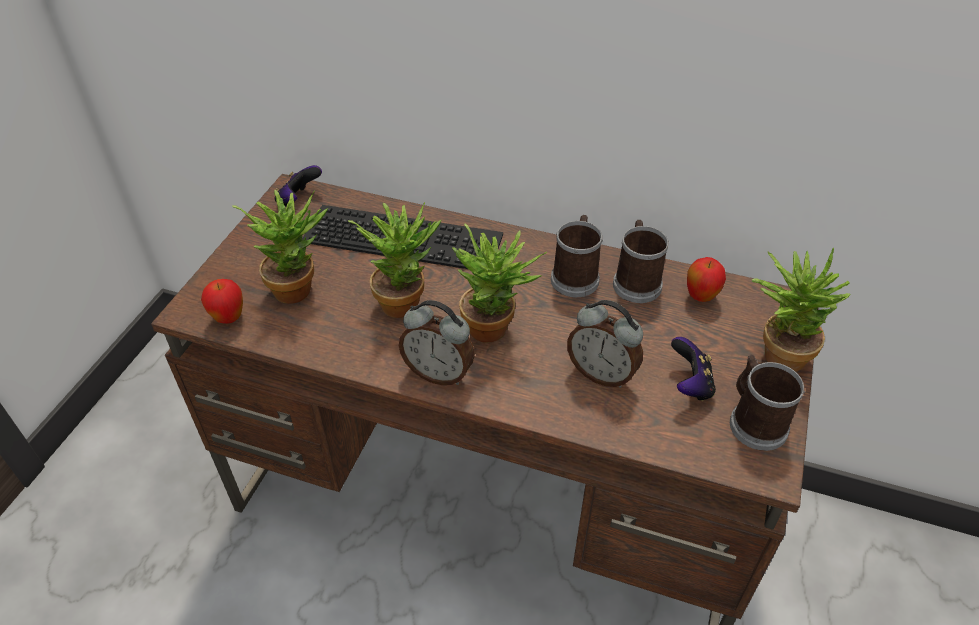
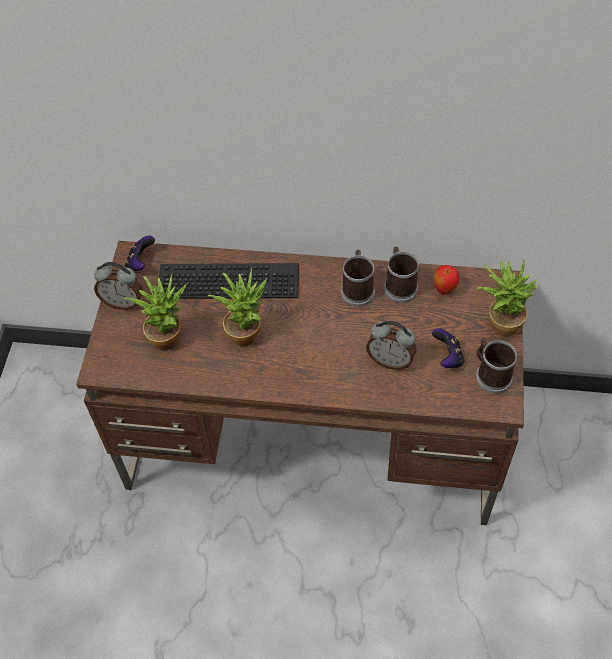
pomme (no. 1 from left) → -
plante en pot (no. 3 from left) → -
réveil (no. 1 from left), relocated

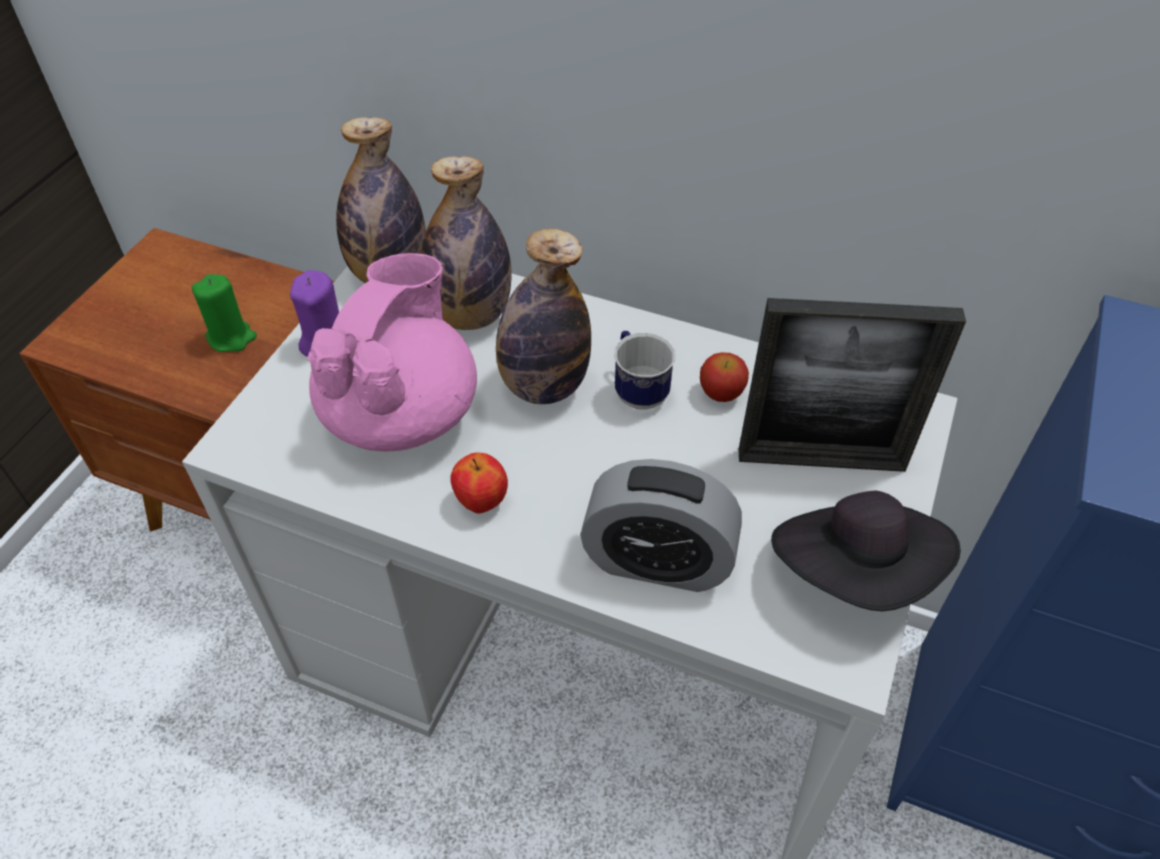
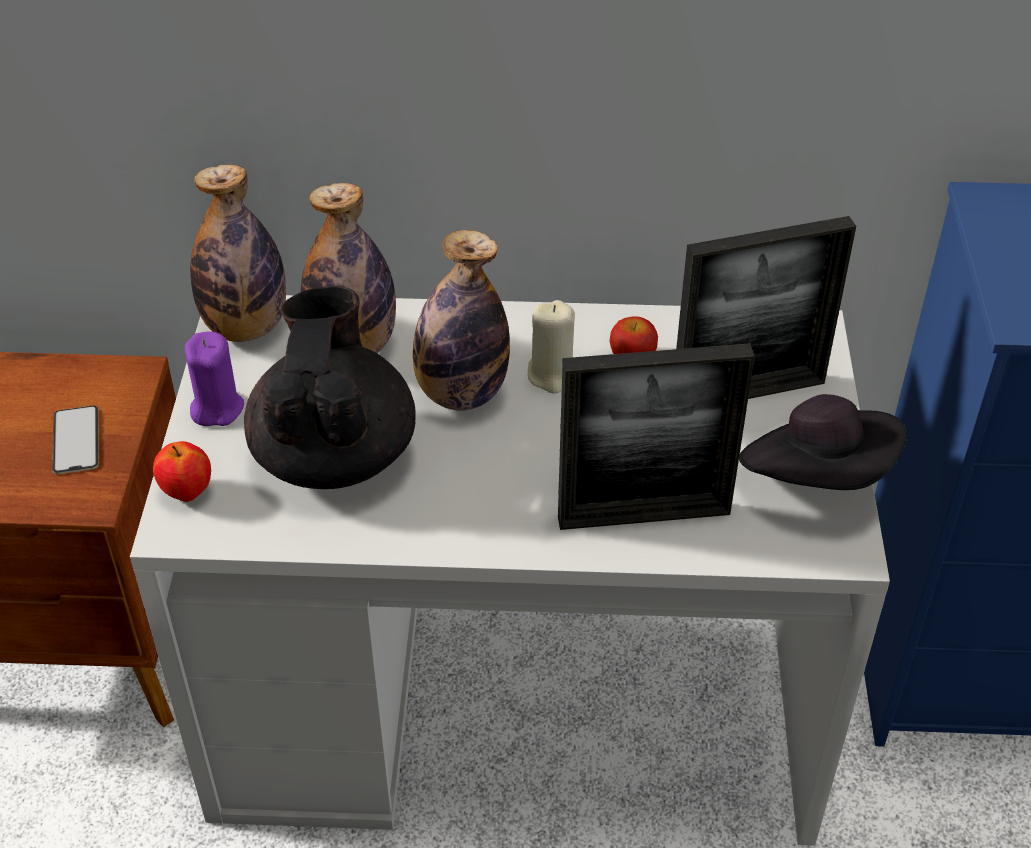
pomme (no. 1 from left), relocated
bougie/vert → téléphone
réveil → cadre photo (no. 1 from left)
mug → bougie/beige
théière/rose → théière/noir

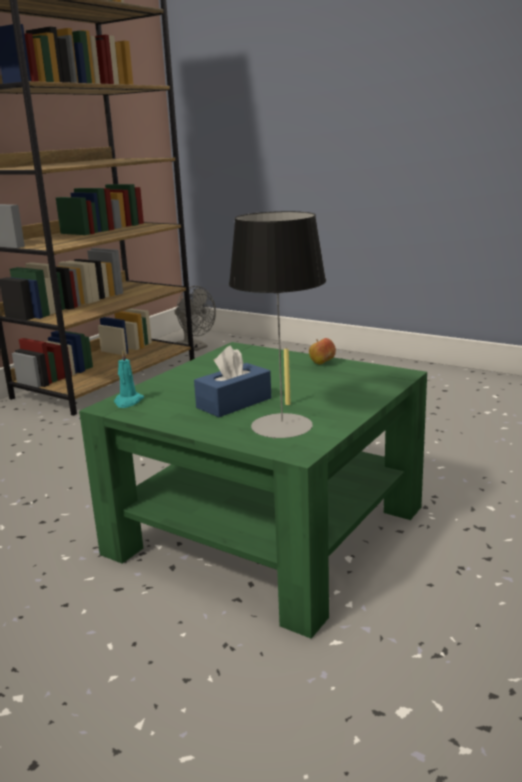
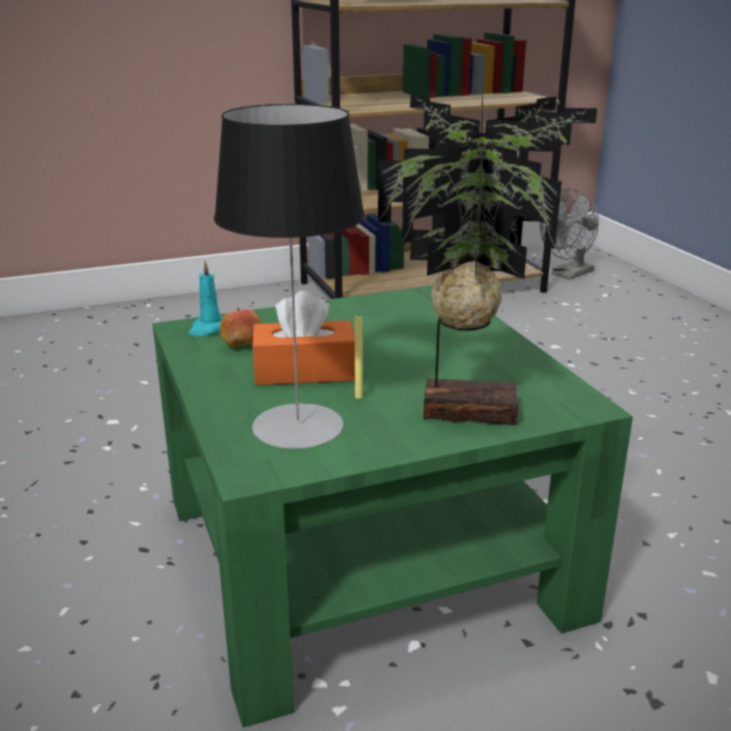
- → plante en pot
pomme, relocated
boîte à mouchoirs/bleu → boîte à mouchoirs/orange
ventilateur/gris, 60 degrees clockwise

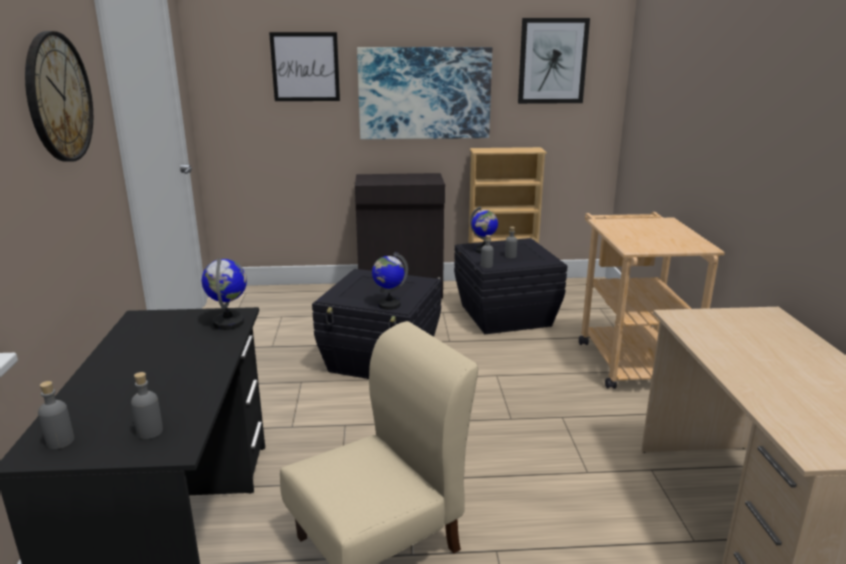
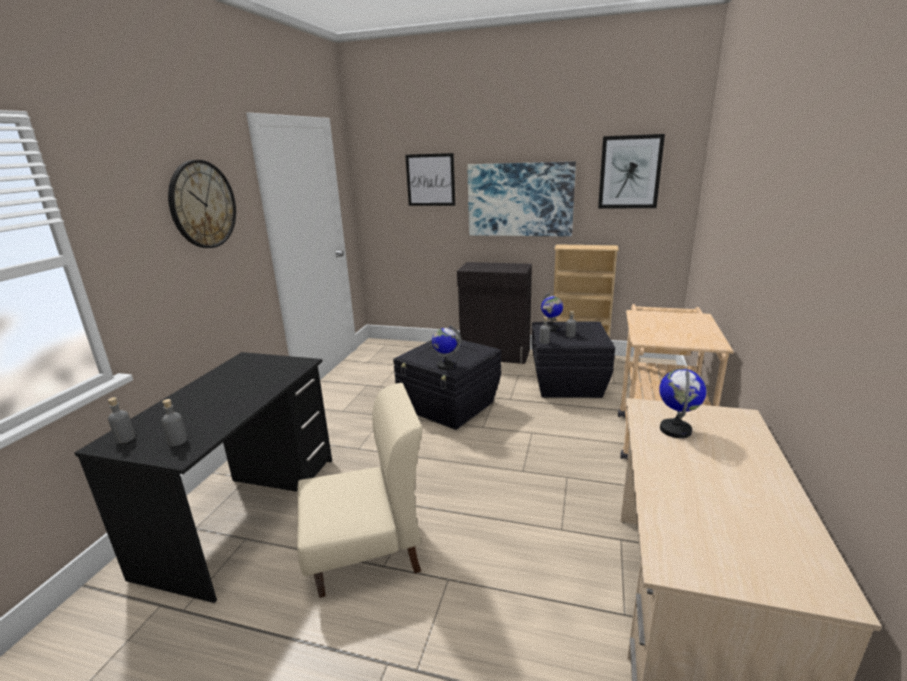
globe (no. 1 from left in the first image) → globe (no. 3 from left), relocated

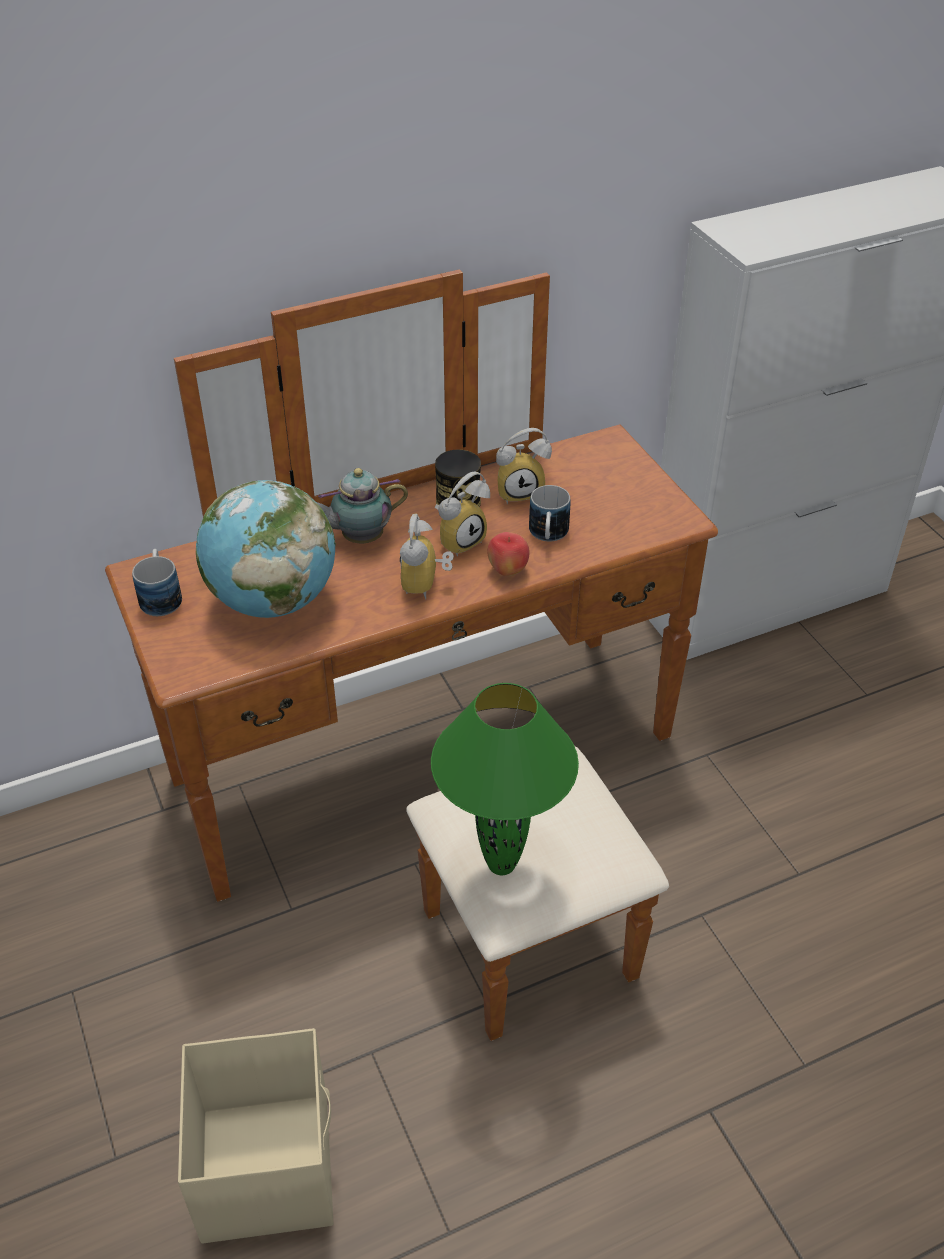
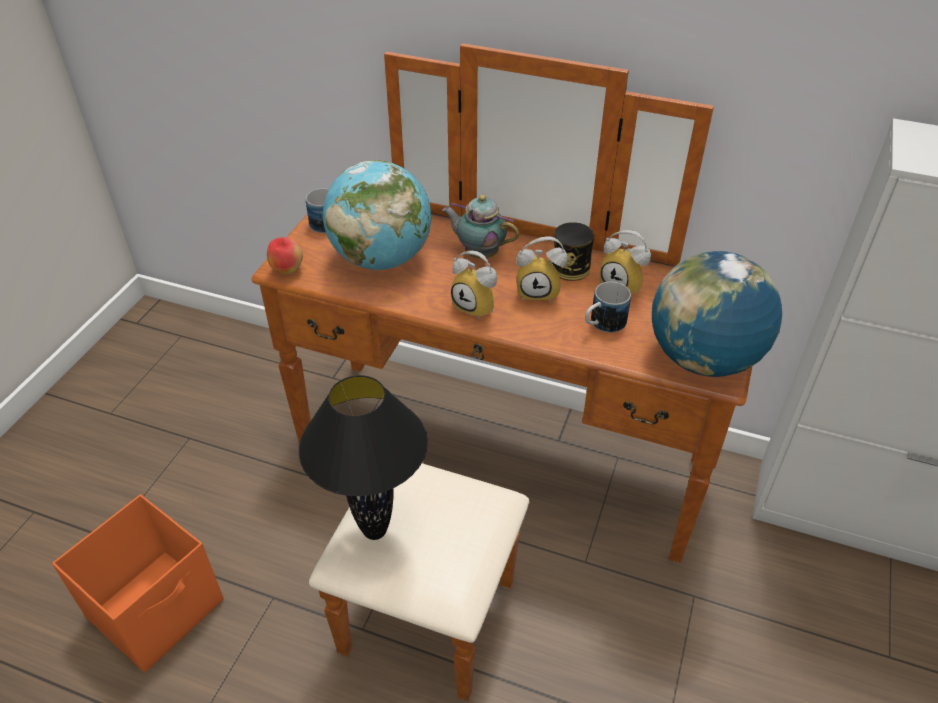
- → globe (no. 2 from left)
pomme, relocated
boîte de rangement/beige → boîte de rangement/orange
lampe de table/vert → lampe de table/noir
réveil (no. 1 from left), 105 degrees counterclockwise

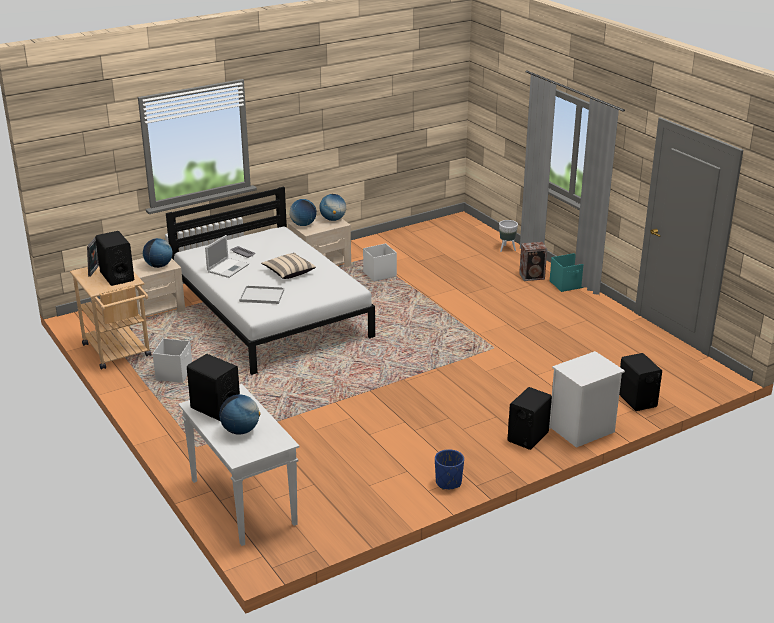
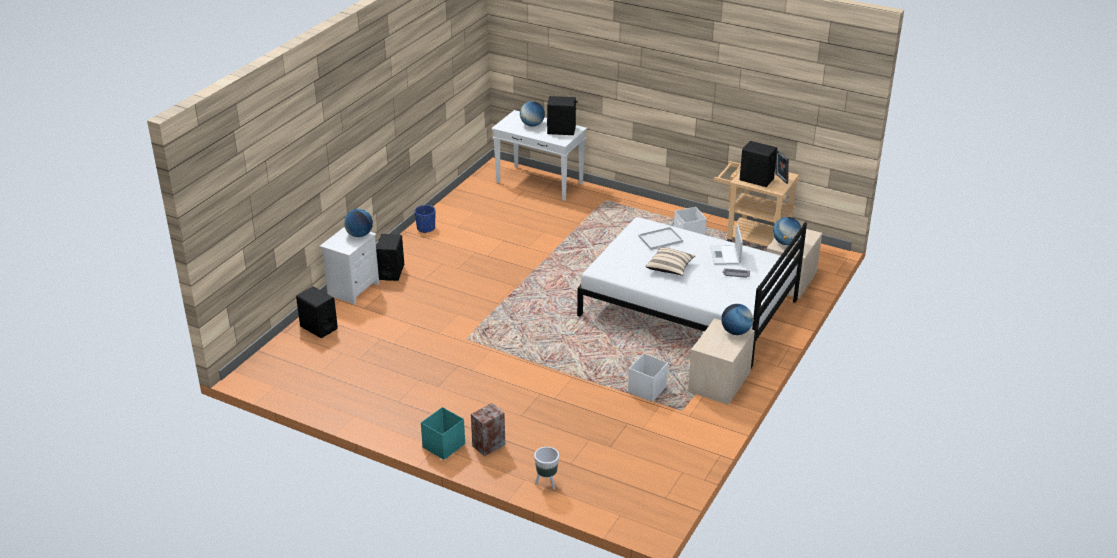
globe (no. 4 from left in the first image) → globe (no. 1 from left), relocated

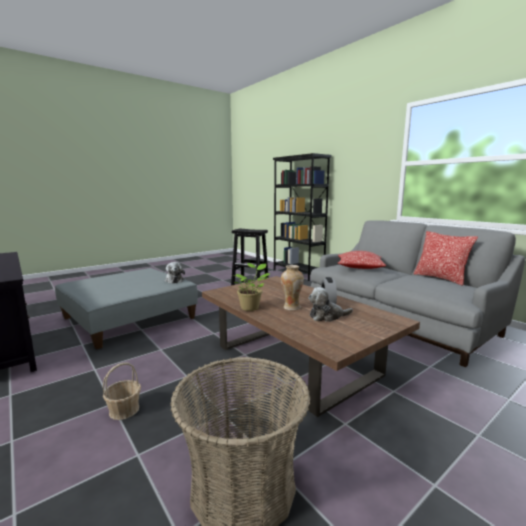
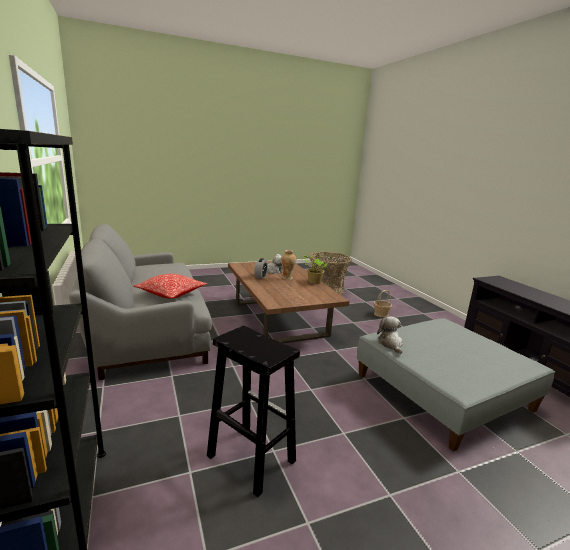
coussin (no. 2 from left) → -

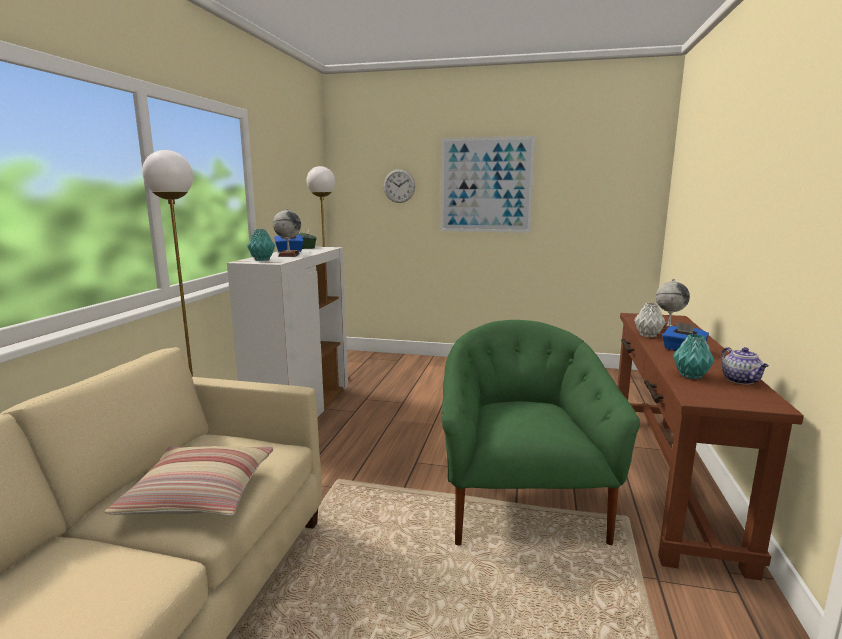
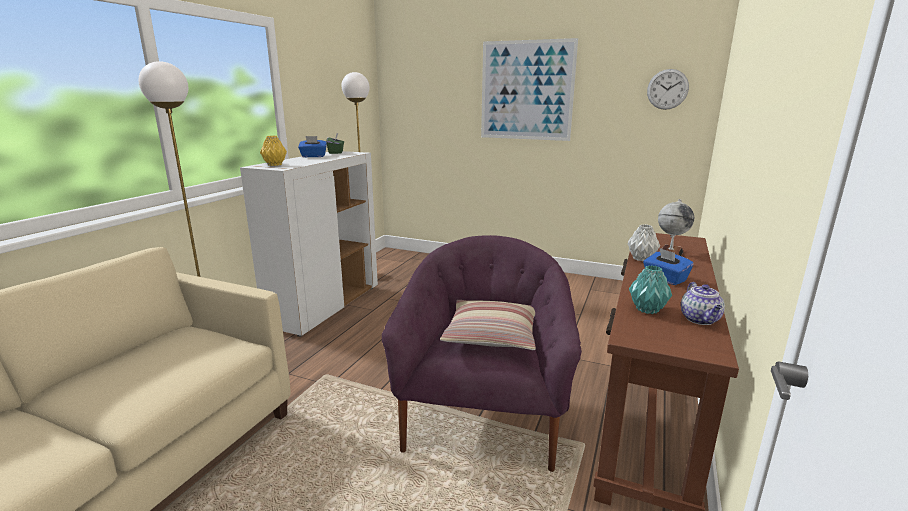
globe (no. 1 from left) → -
coussin, relocated
horloge murale, relocated
vase/turquoise (no. 1 from left) → vase/jaune
fauteuil/vert → fauteuil/violet

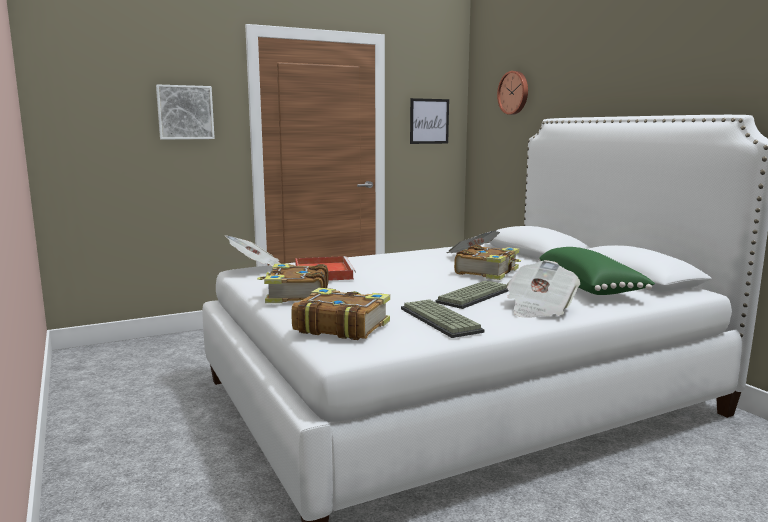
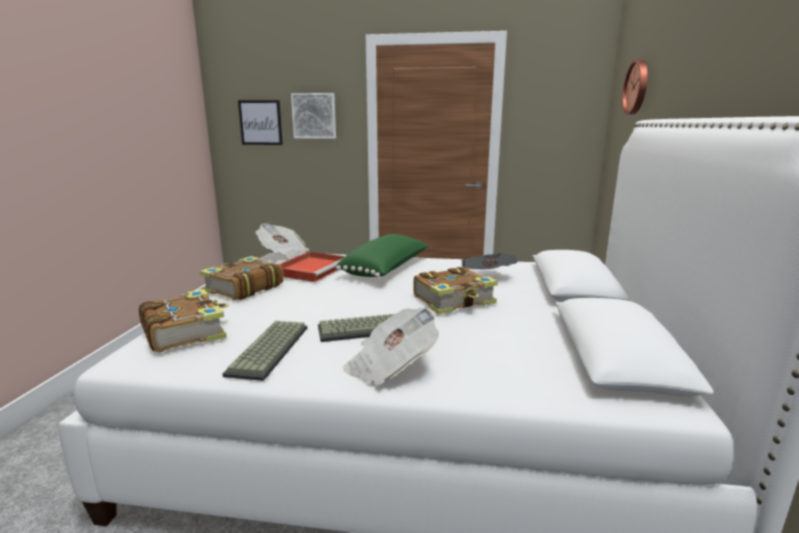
tableau (no. 2 from left in the first image) → tableau (no. 1 from left), relocated
coussin/vert, relocated

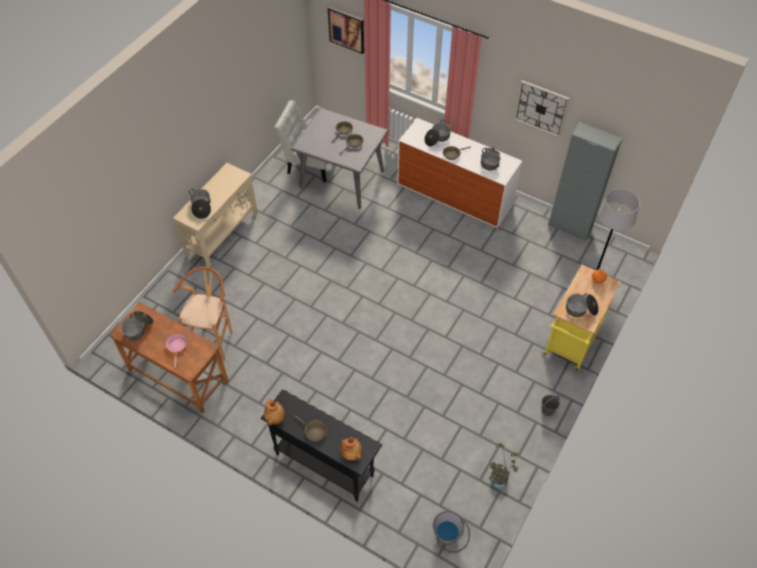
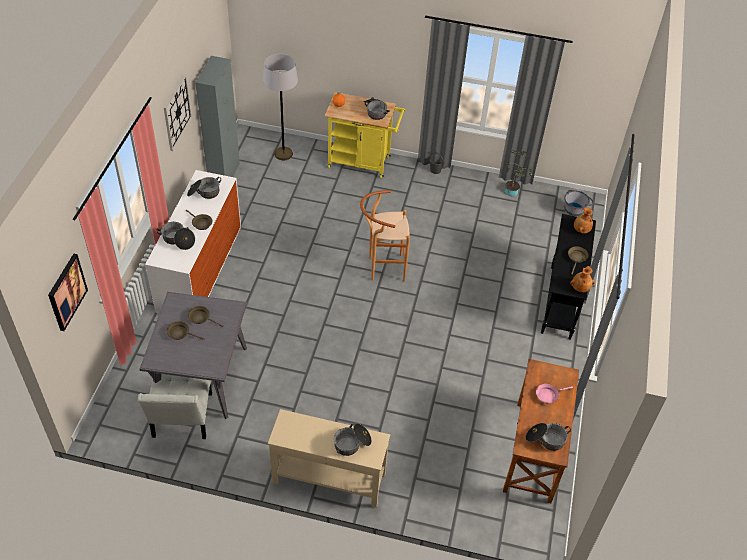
tabouret/marron, relocated

